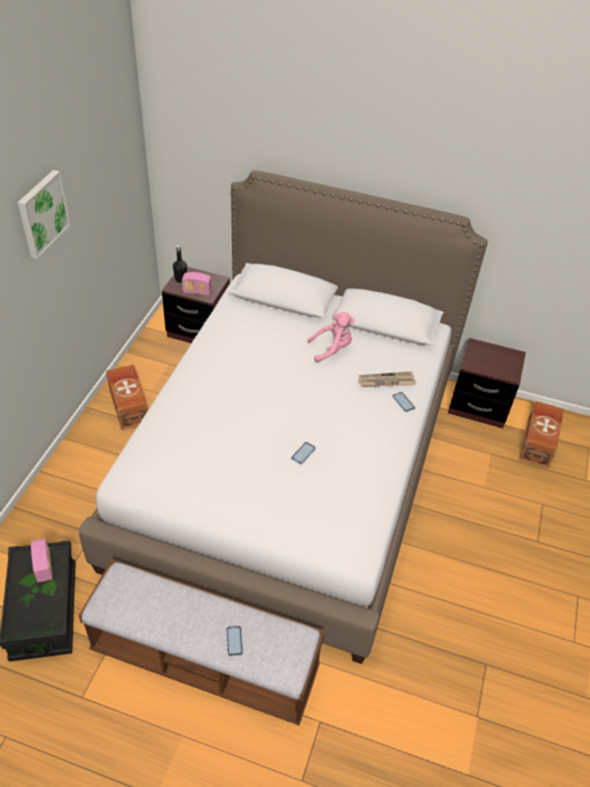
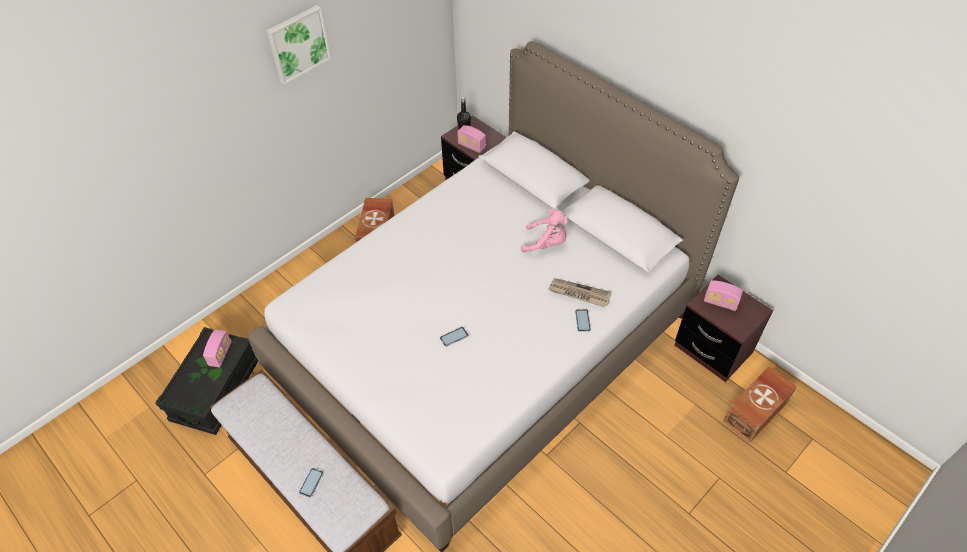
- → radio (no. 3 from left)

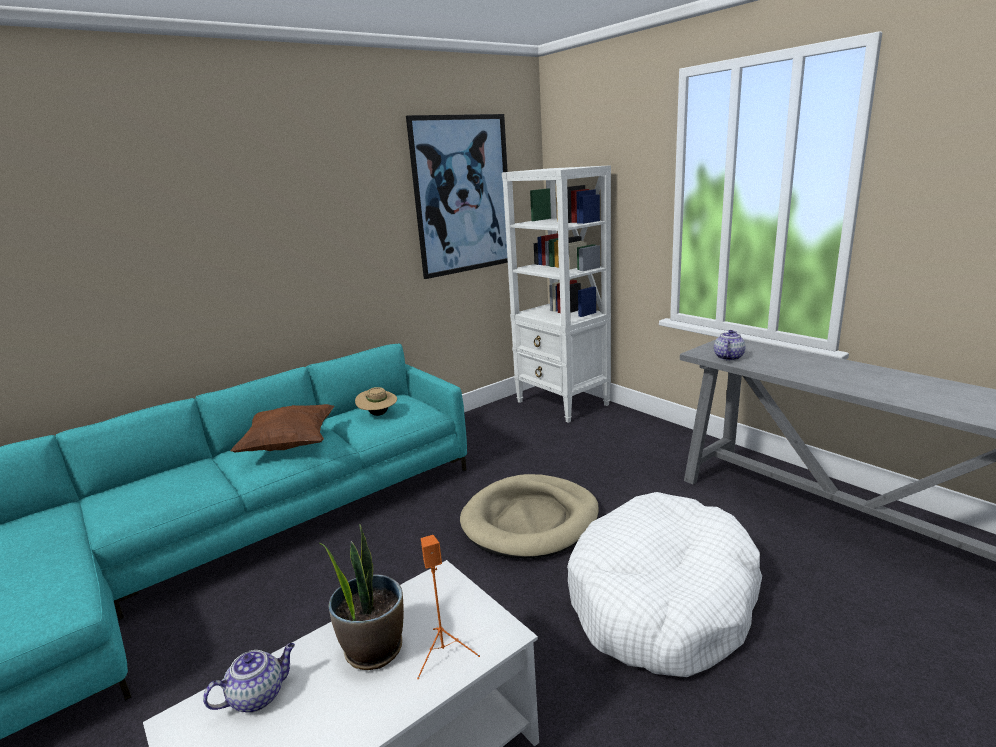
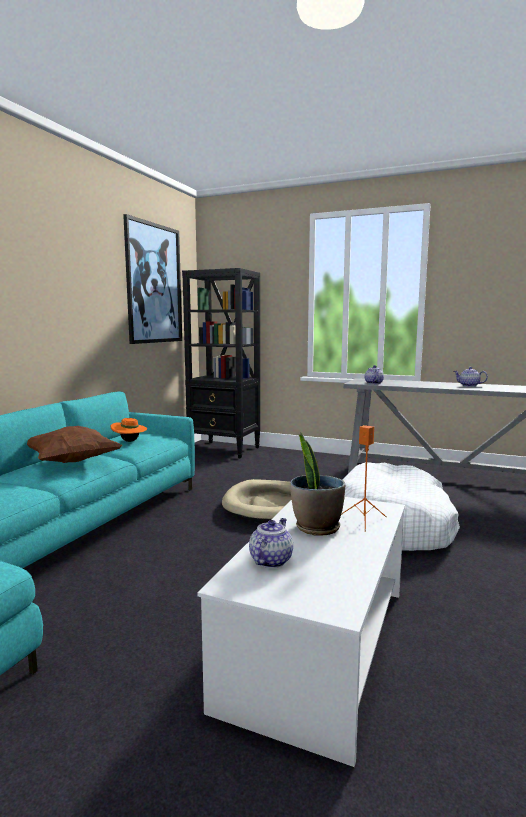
- → théière (no. 3 from left)
chapeau/beige → chapeau/orange
bibliothèque/blanc → bibliothèque/noir

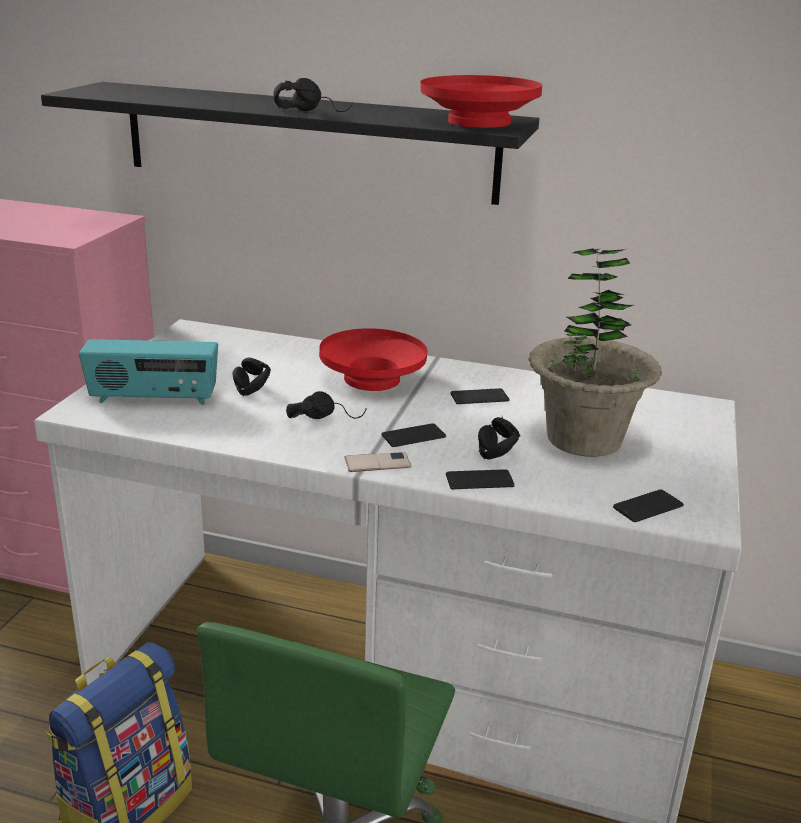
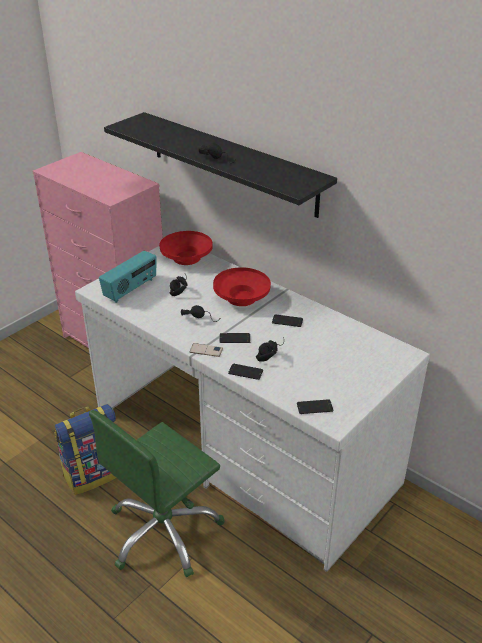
plante en pot → -
bol/rouge (no. 2 from left in the first image) → bol/rouge (no. 1 from left), relocated
radio, 75 degrees counterclockwise

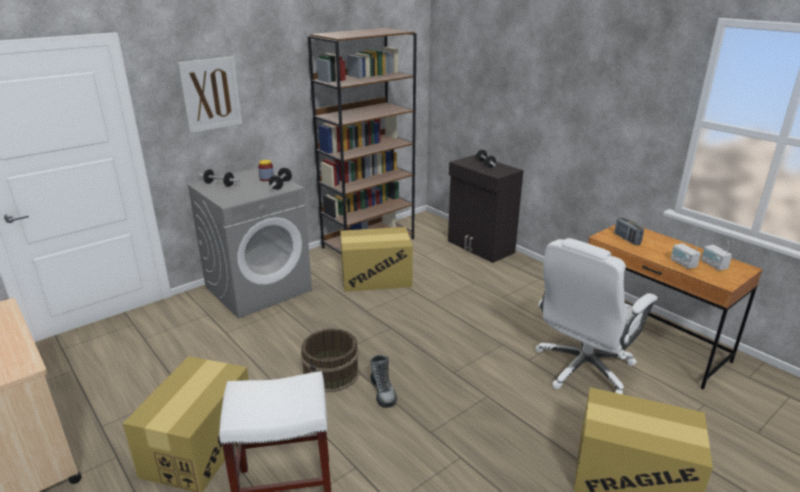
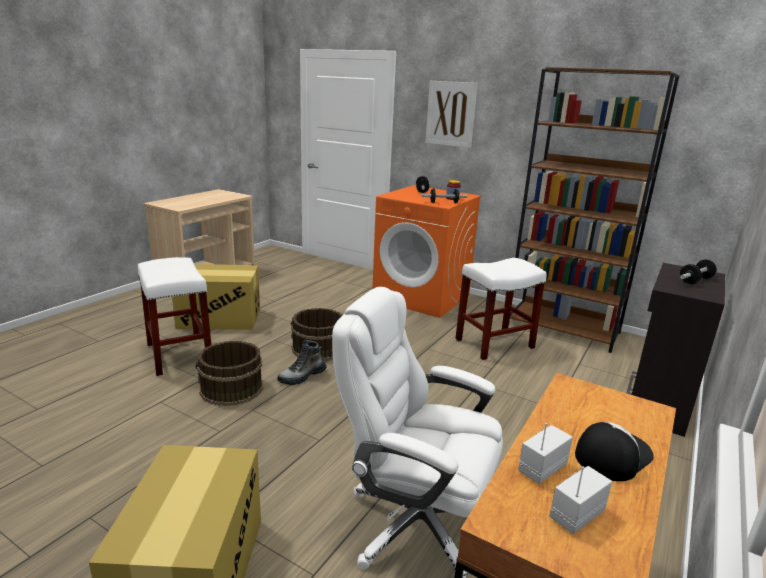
radio (no. 1 from left) → -
- → seau/marron (no. 1 from left)
- → casquette
carton (no. 2 from left) → tabouret/blanc (no. 2 from left)
lave-linge/gris → lave-linge/orange

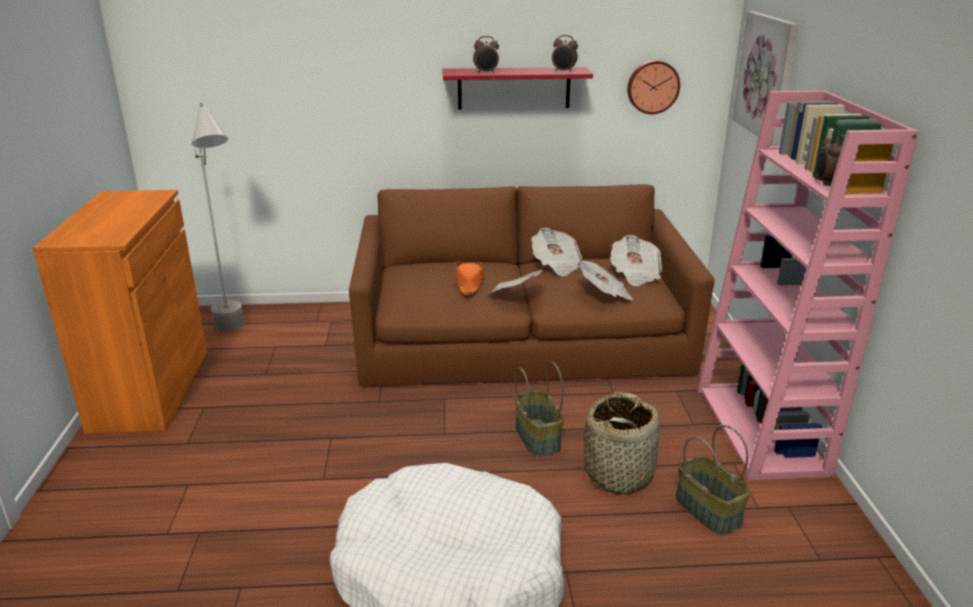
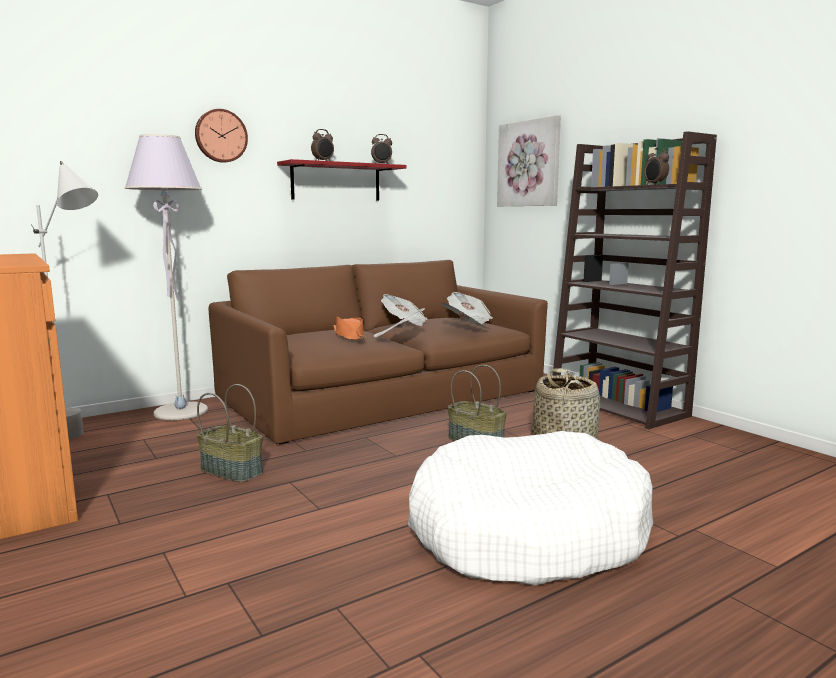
- → lampadaire/gris (no. 2 from left)
horloge murale, relocated
panier (no. 3 from left in the first image) → panier (no. 1 from left), relocated
bibliothèque/rose → bibliothèque/marron

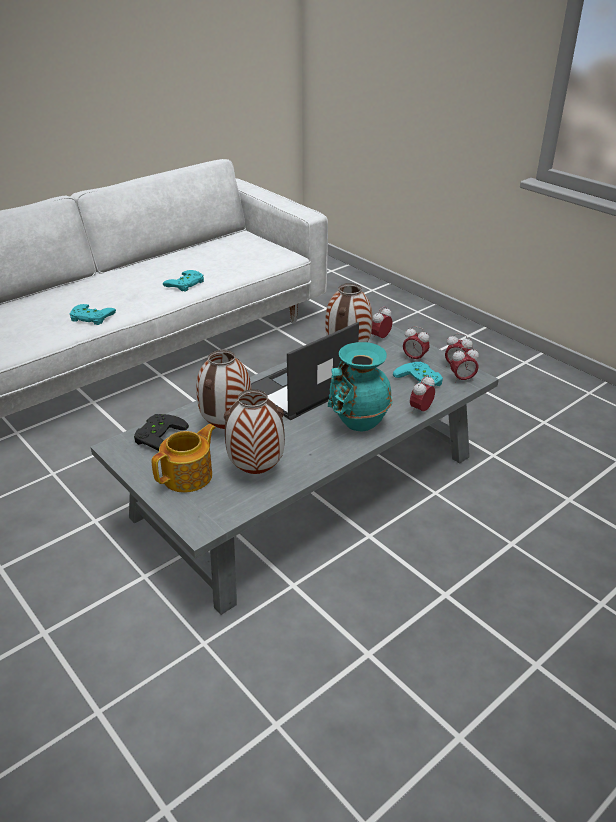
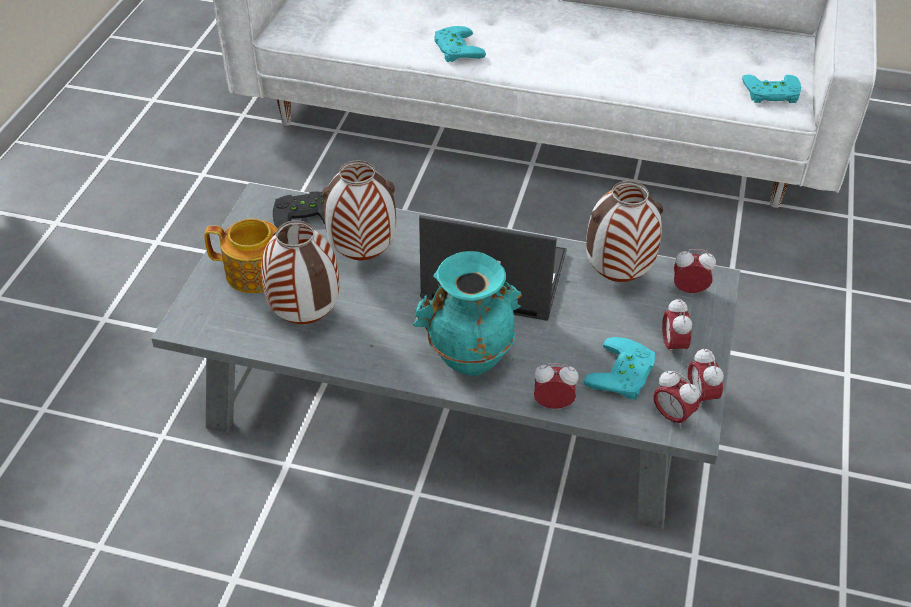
manette/turquoise (no. 2 from left in the first image) → manette/turquoise (no. 3 from left), relocated

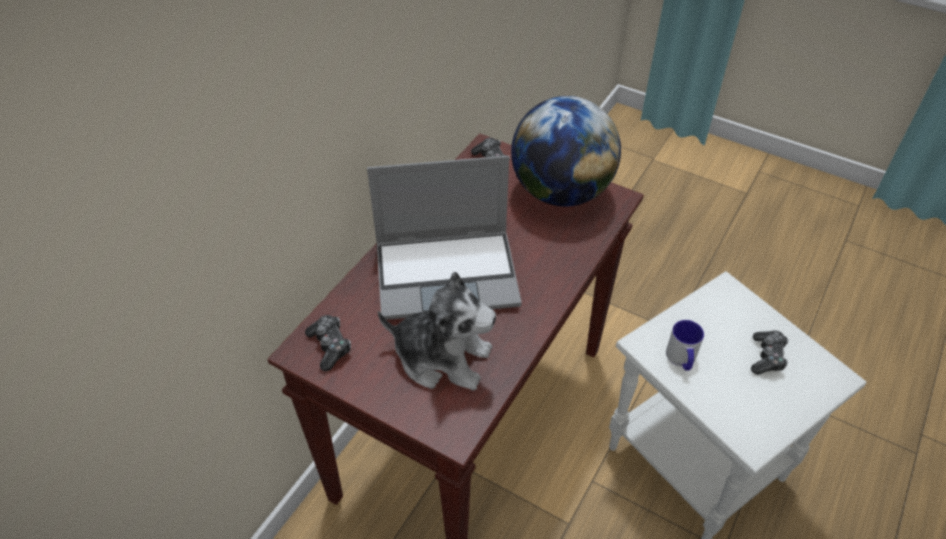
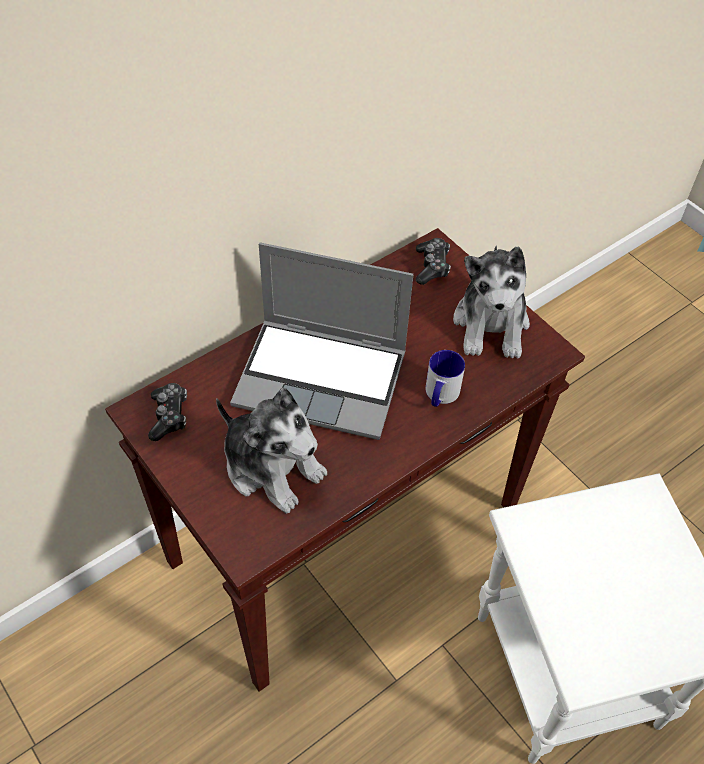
manette (no. 3 from left) → -
mug, relocated
globe → peluche (no. 2 from left)

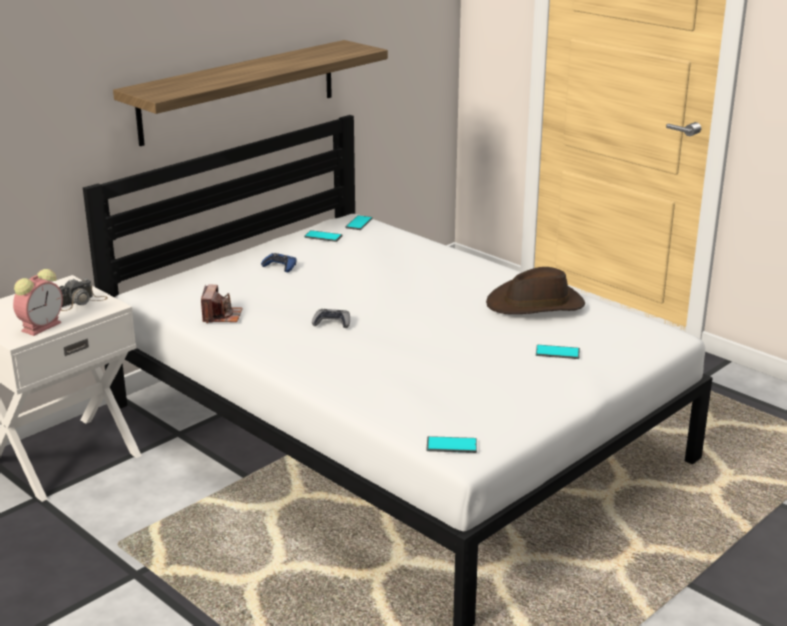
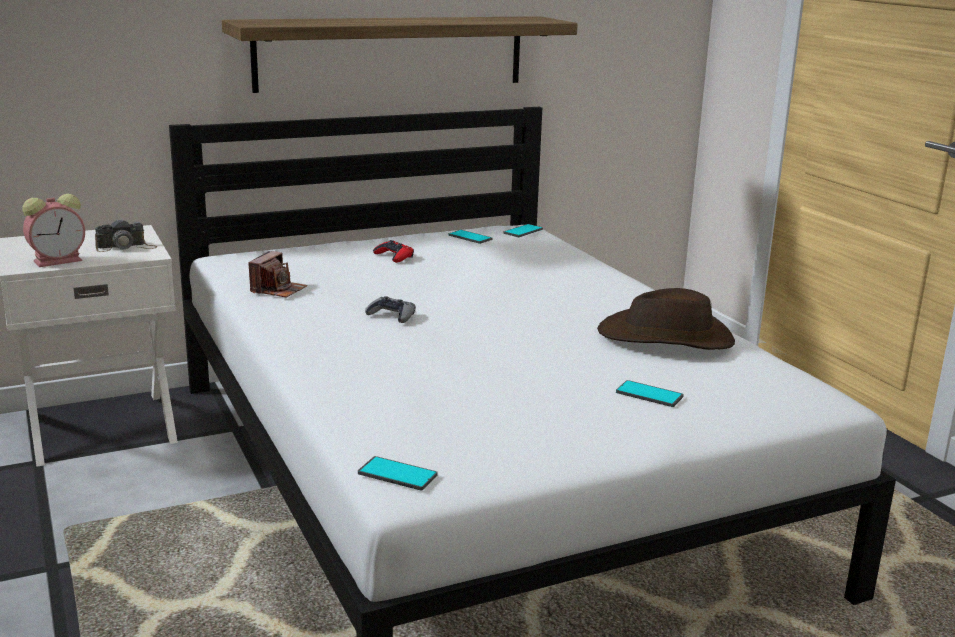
manette/bleu → manette/rouge

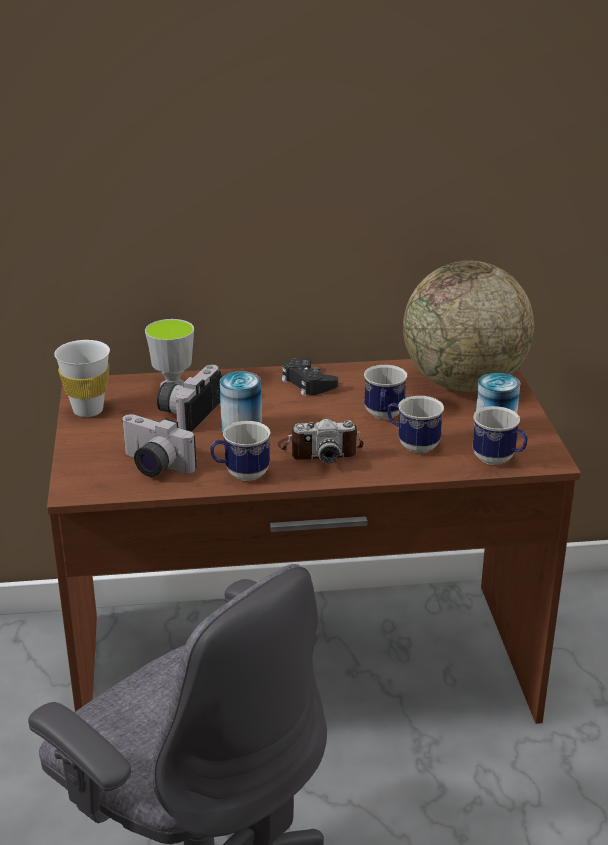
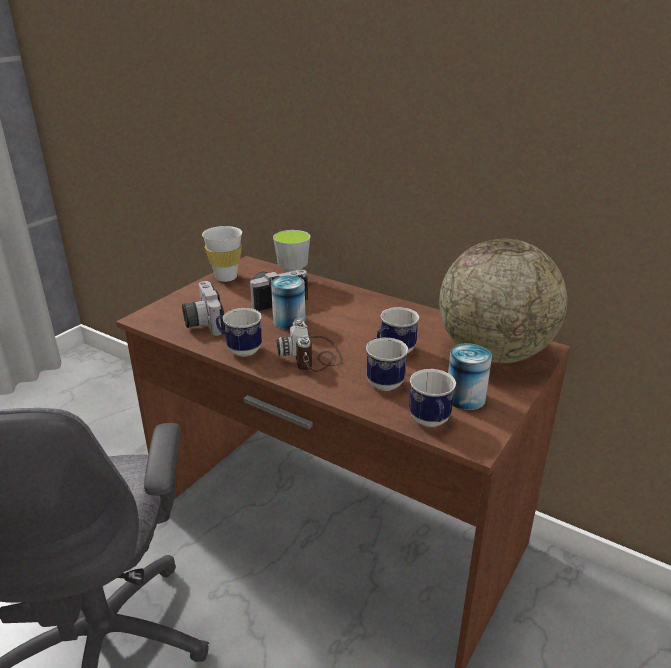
manette/noir → -
appareil photo (no. 3 from left), 45 degrees clockwise

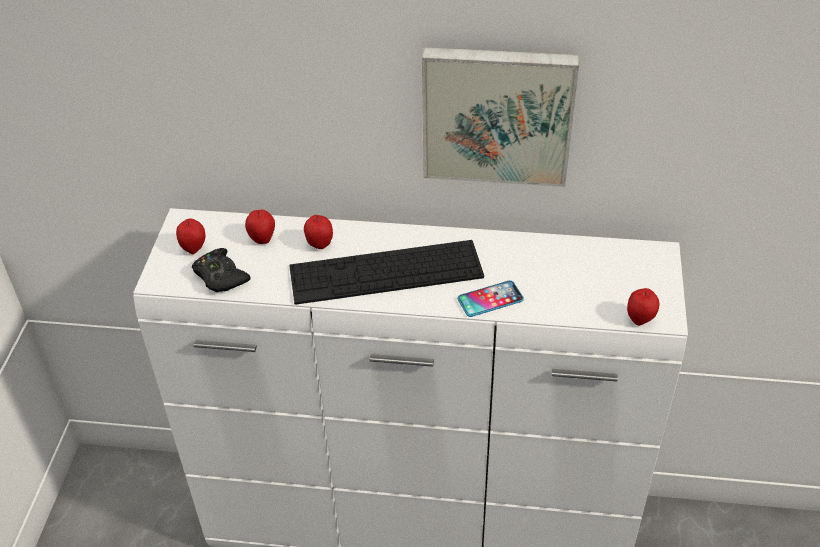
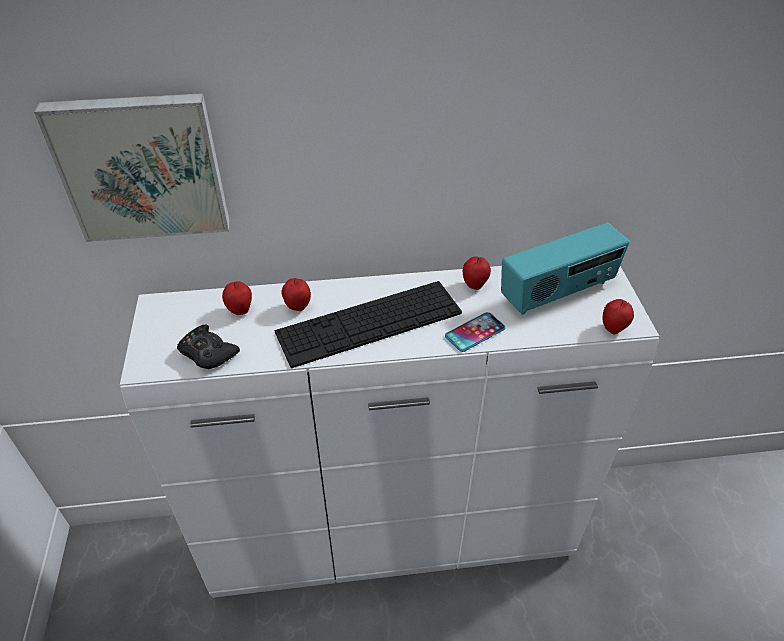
- → radio
pomme (no. 1 from left in the first image) → pomme (no. 3 from left), relocated
tableau, relocated

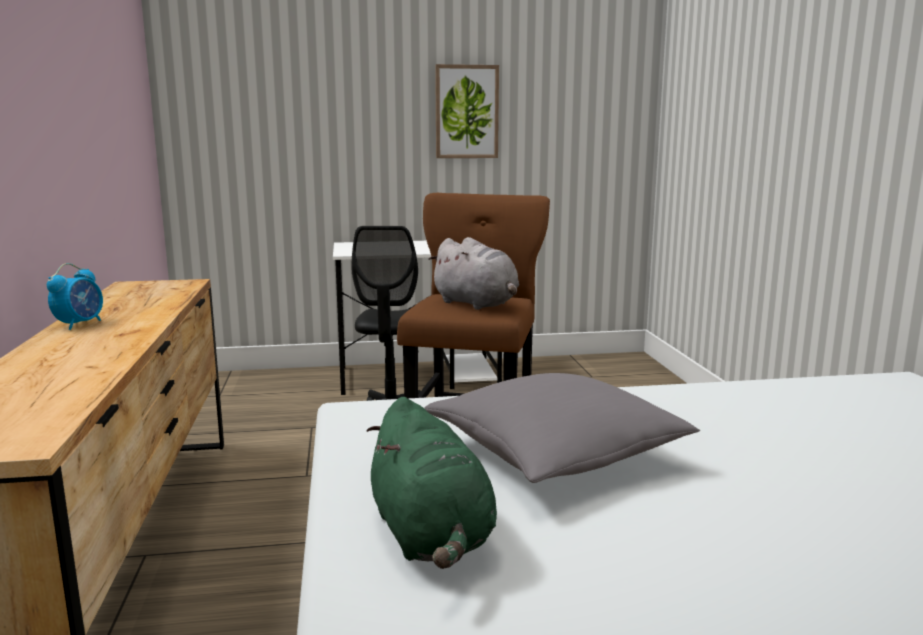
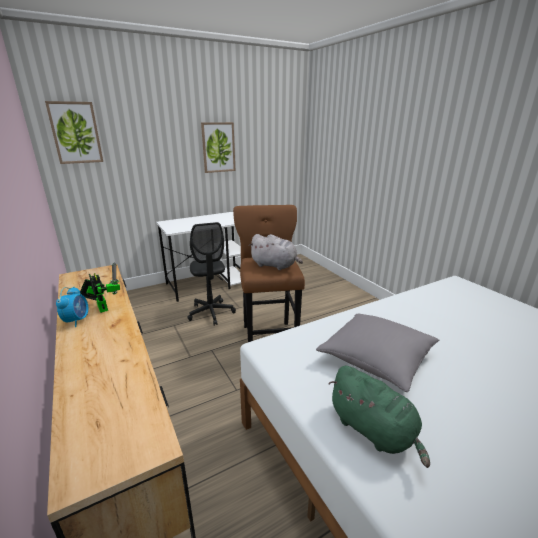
- → tableau (no. 1 from left)
- → robot jouet

